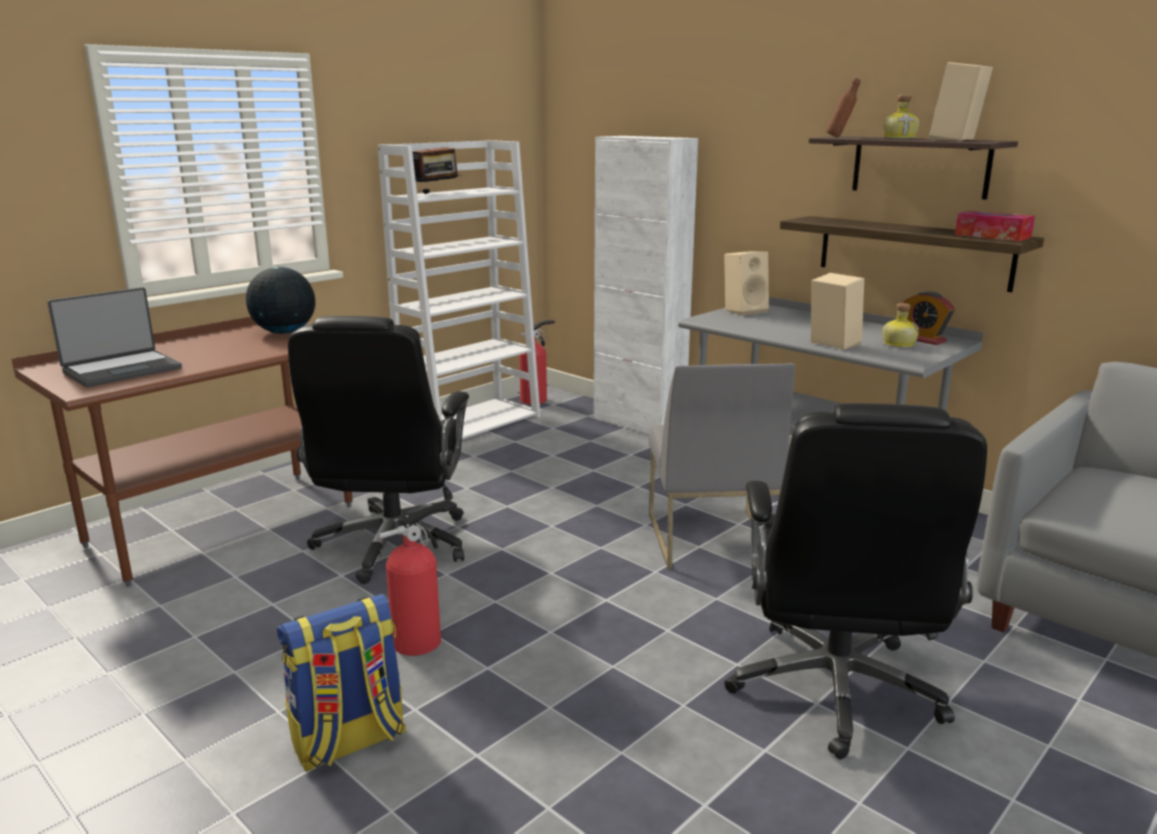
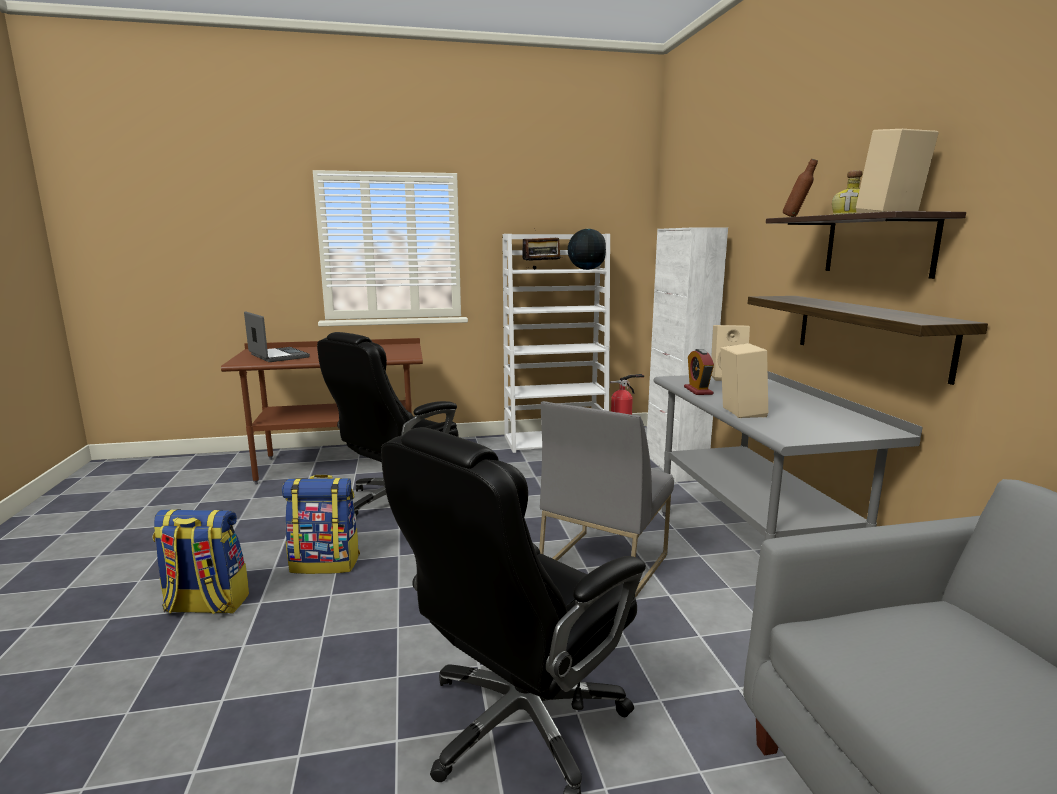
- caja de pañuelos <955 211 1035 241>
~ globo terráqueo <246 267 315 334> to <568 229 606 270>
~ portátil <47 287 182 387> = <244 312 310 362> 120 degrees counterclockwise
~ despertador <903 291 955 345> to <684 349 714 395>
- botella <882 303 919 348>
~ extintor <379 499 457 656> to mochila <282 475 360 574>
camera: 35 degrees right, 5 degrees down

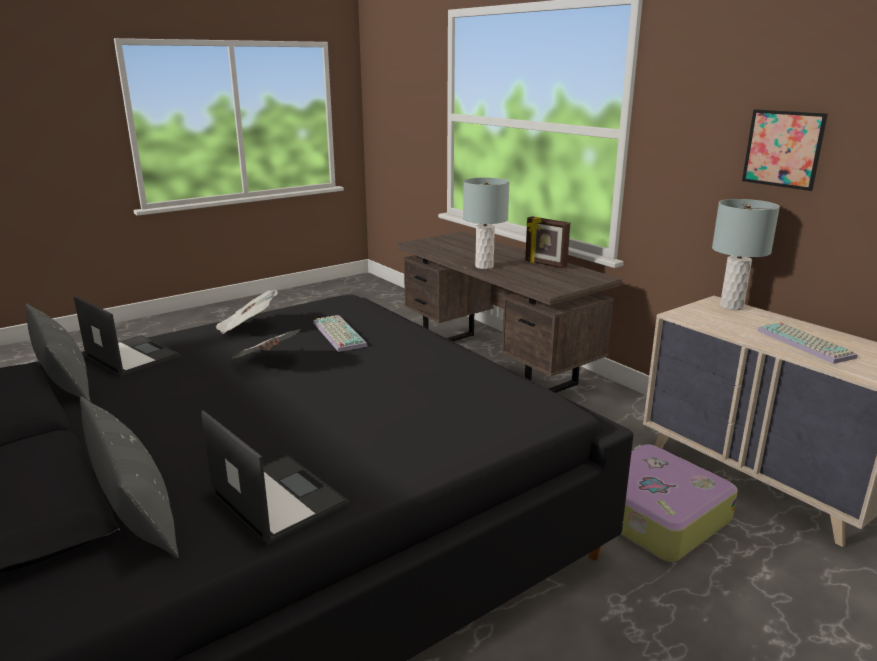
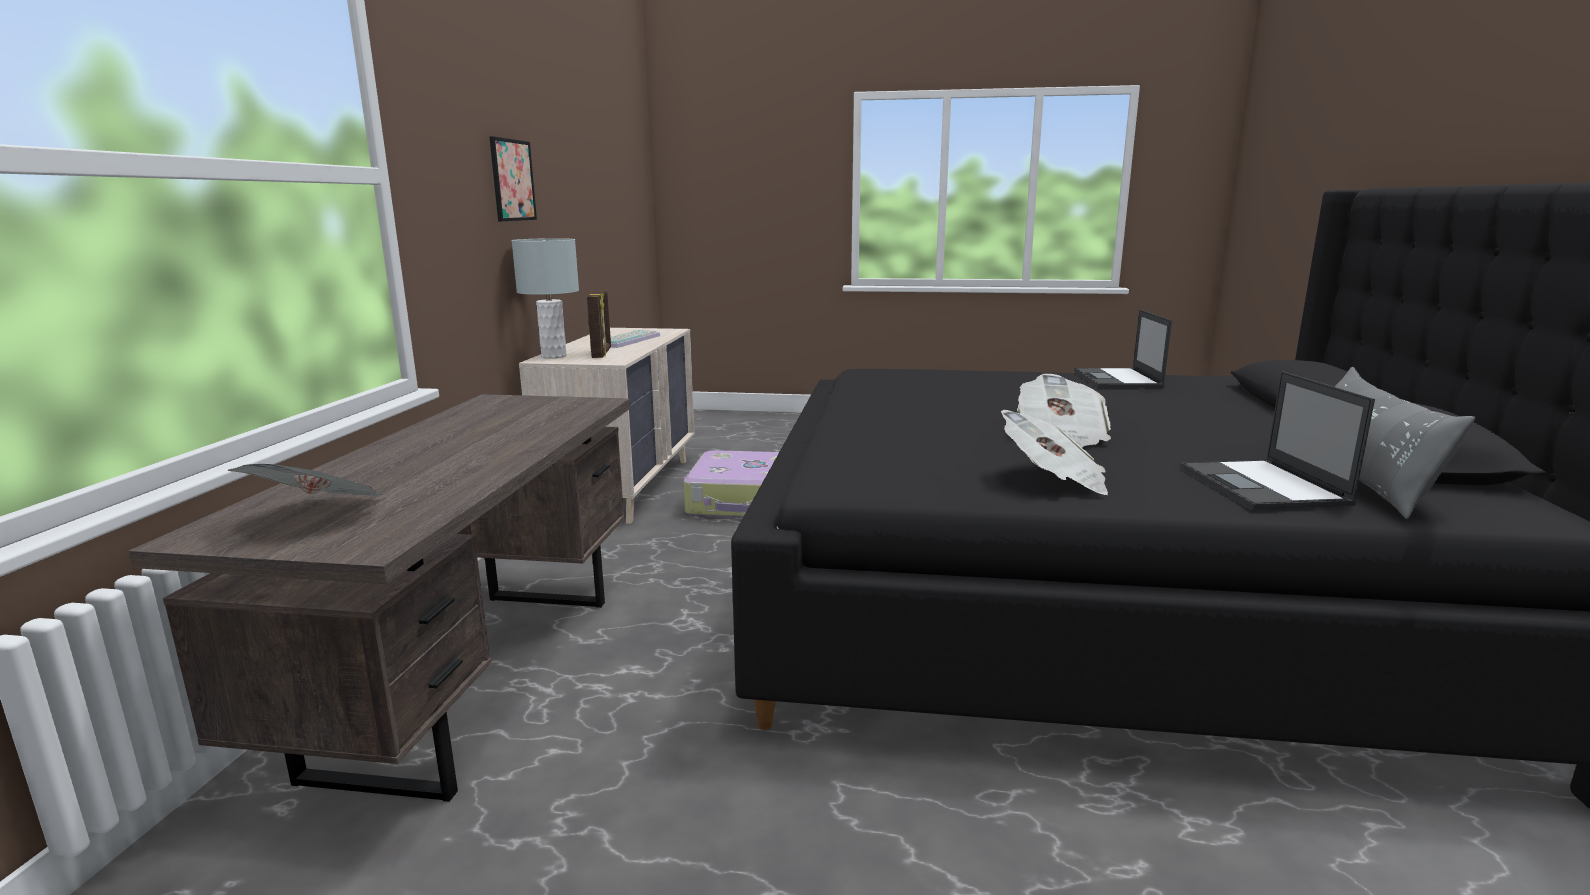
- lámpara de mesa/gris <463 177 510 269>
~ portarretratos <525 216 570 268> to <587 290 611 358>
- teclado <313 315 368 352>
- cojín/gris <80 397 179 558>
+ periódico <227 464 384 496>
camera: 135 degrees left, 5 degrees down

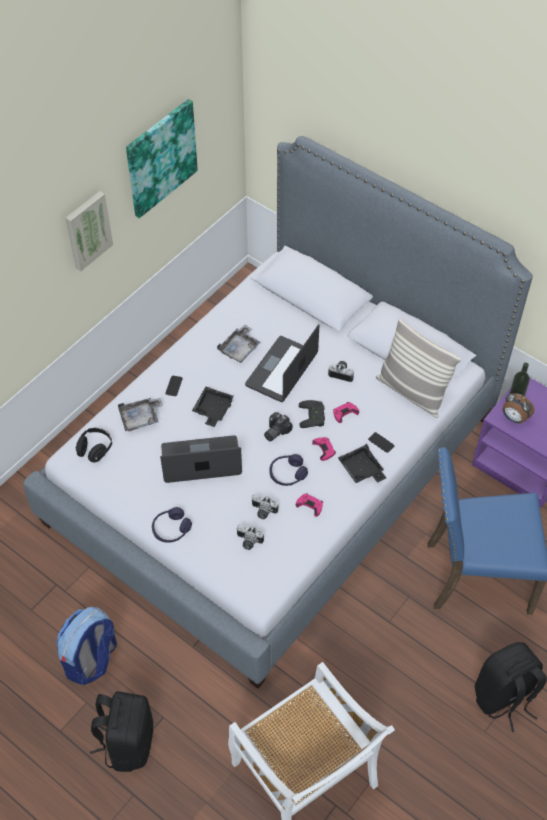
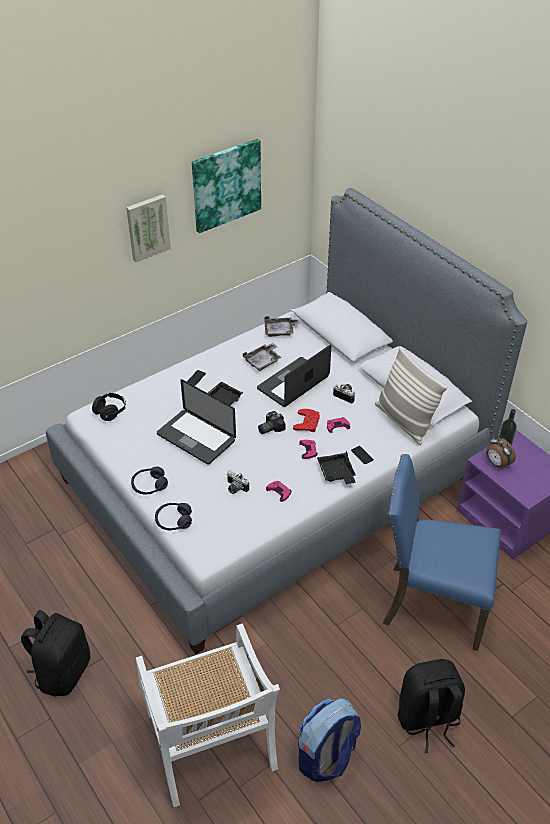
~ bandeja/gris <118 398 163 431> to <264 316 300 337>
~ mando de consola/negro <299 400 325 428> to mando de consola/rojo <293 409 320 432>
~ portátil <160 435 242 483> = <157 379 236 465> 150 degrees counterclockwise
~ auriculares/morado <269 454 308 486> to <155 503 192 531>
- cámara <237 524 264 550>
~ mochila <56 607 117 685> to <298 698 361 782>
camera: 15 degrees right, 10 degrees down

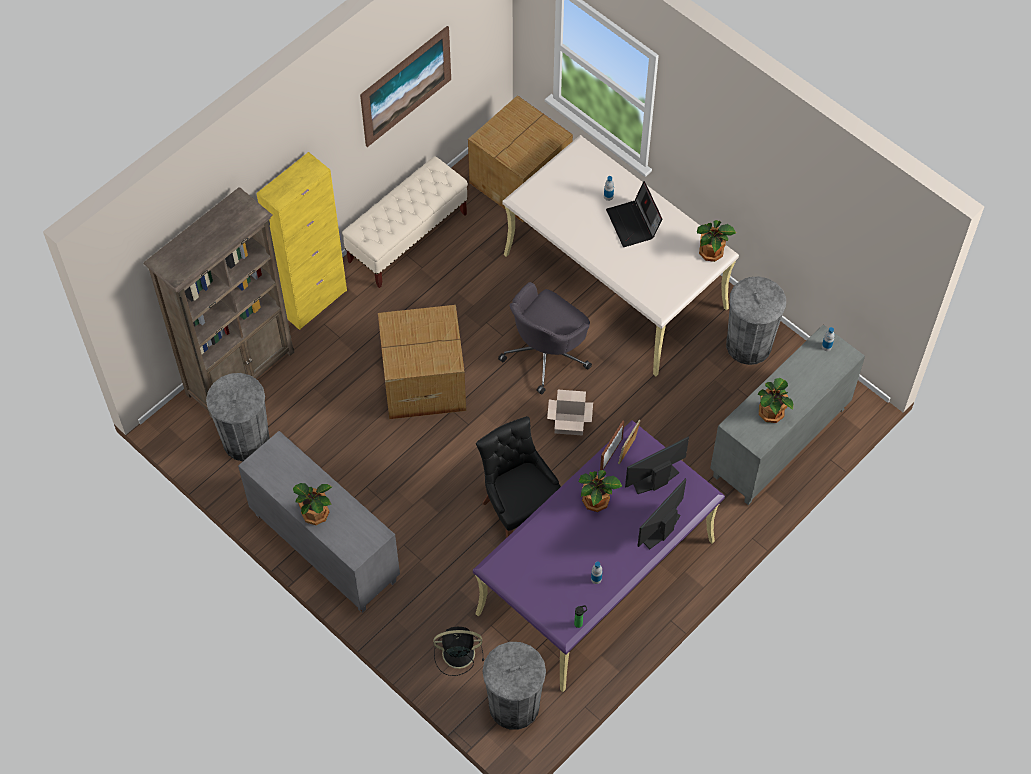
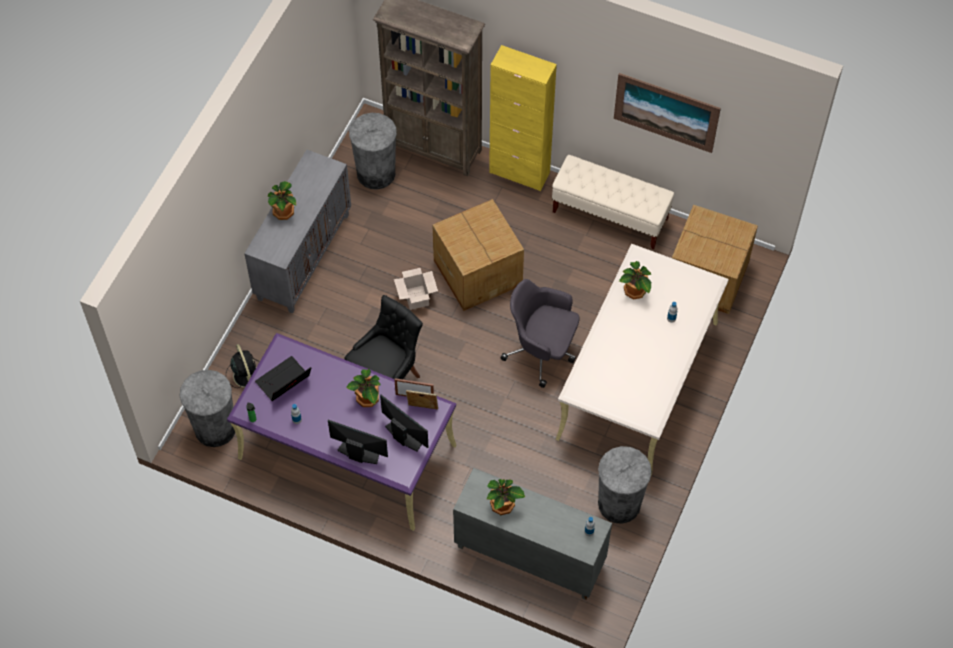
~ portátil <606 181 662 247> to <255 356 311 401>
~ planta en maceta <697 220 736 262> to <619 261 651 299>
~ caja de cartón <547 390 593 436> to <394 268 438 310>
camera: 70 degrees right, 0 degrees up

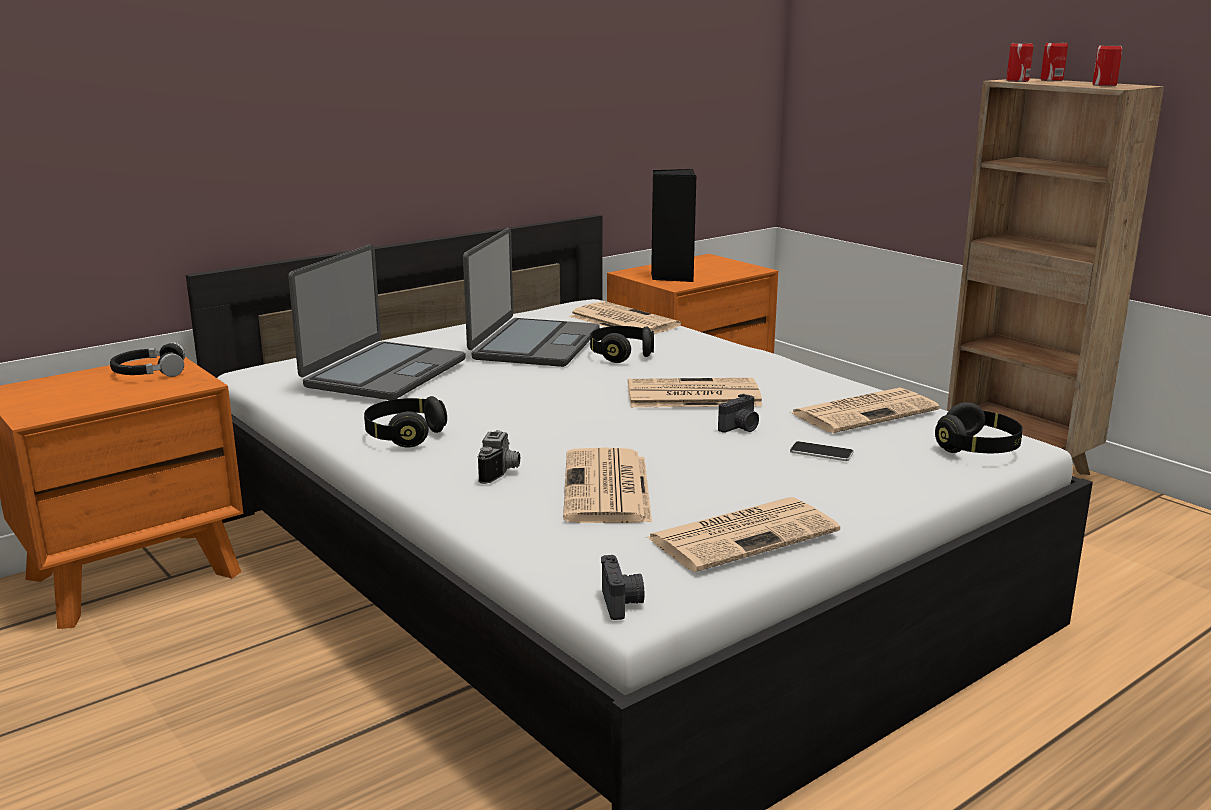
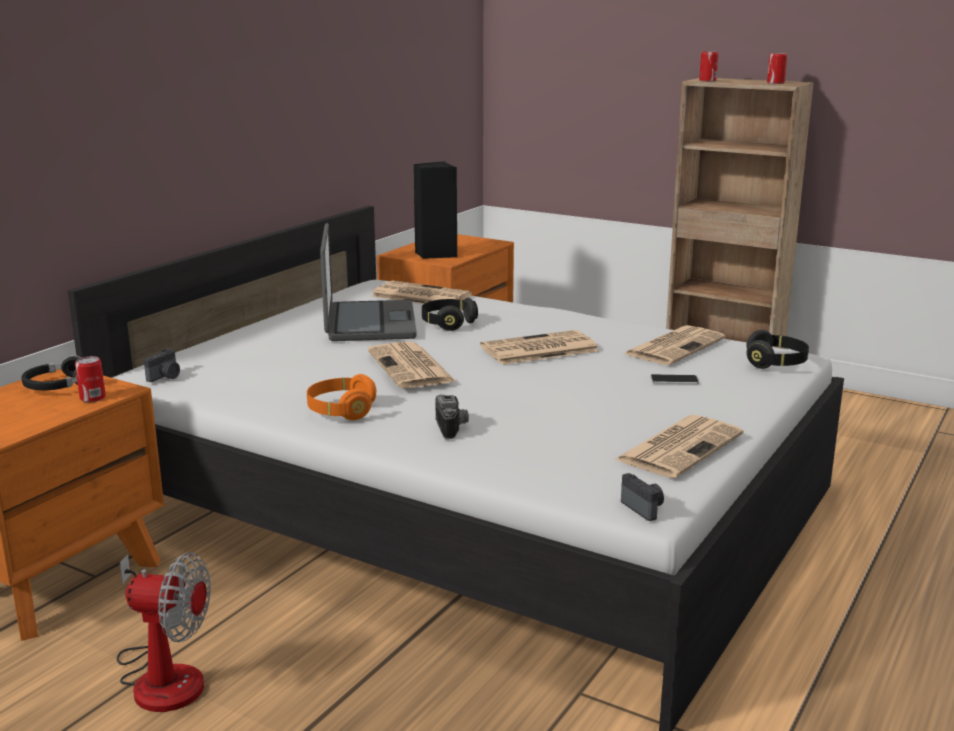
~ lata <1041 42 1068 81> to <75 356 106 402>
- portátil <288 244 466 400>
~ cámara <718 394 759 433> to <144 349 180 382>
~ auriculares/negro <364 396 447 448> to auriculares/naranja <307 374 376 420>
~ periódico <563 447 652 523> to <368 342 456 388>
+ ventilador <117 552 211 712>
camera: 20 degrees left, 0 degrees up

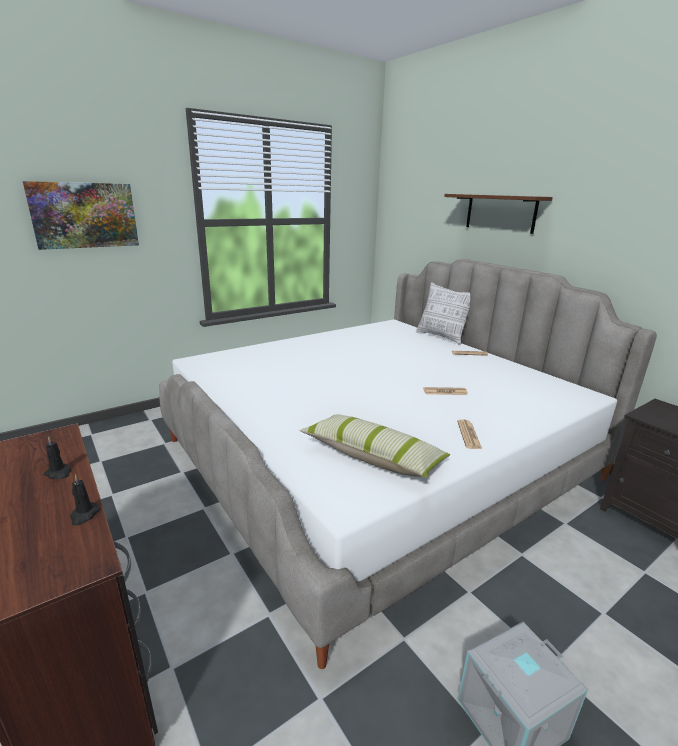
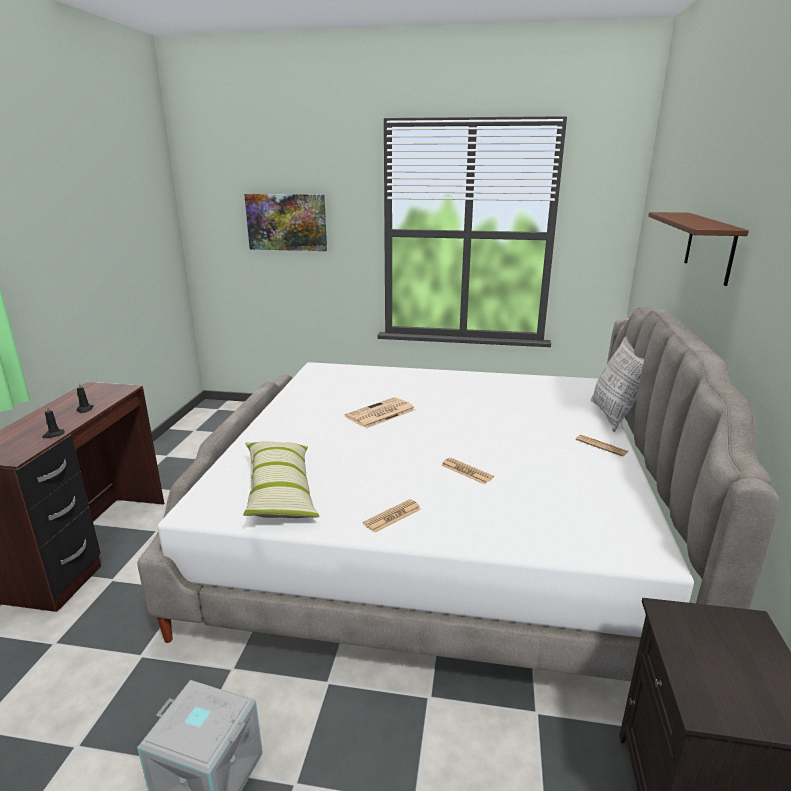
+ periódico <345 397 416 429>
camera: 45 degrees right, 0 degrees up

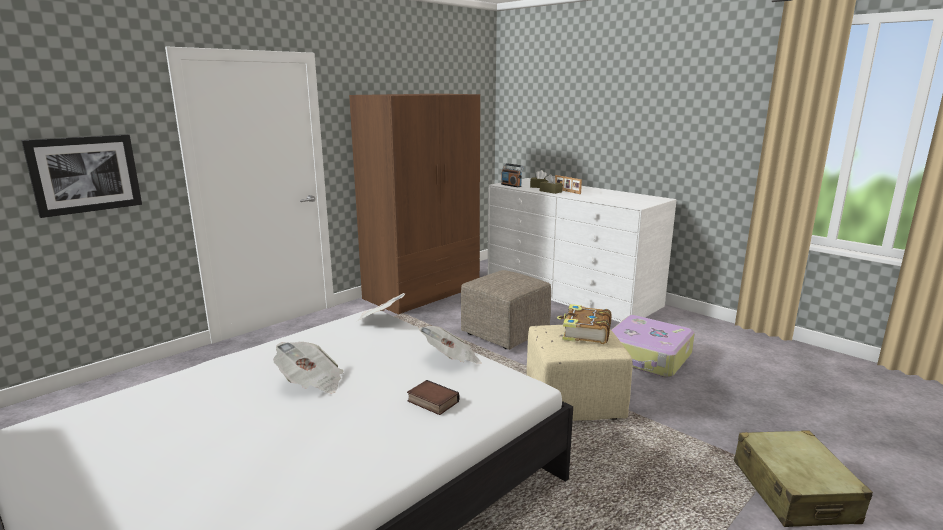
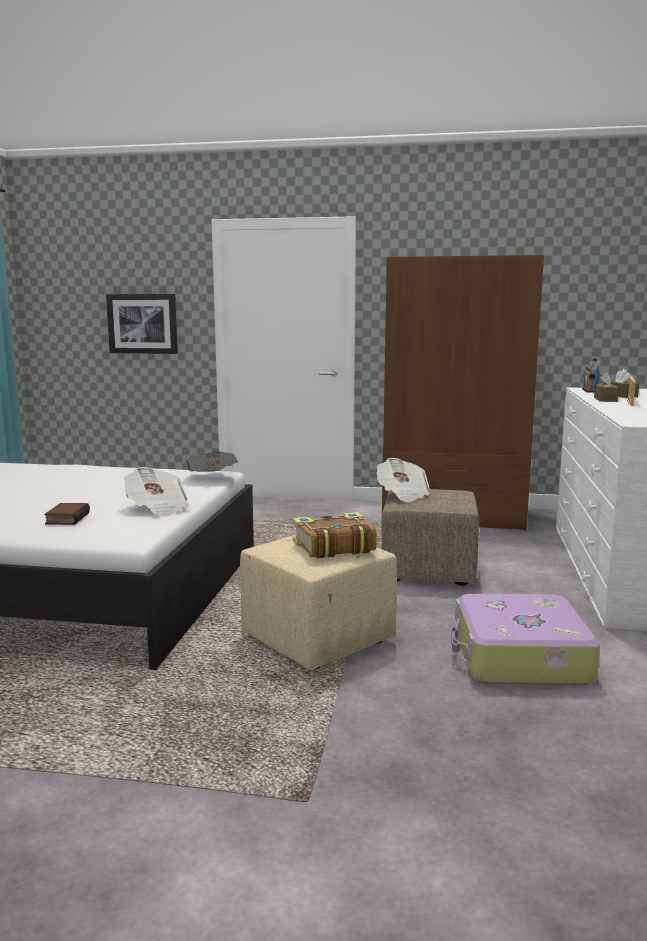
~ periódico <273 342 343 393> to <377 458 430 502>
- maleta/beis <734 430 873 527>
camera: 55 degrees right, 5 degrees down

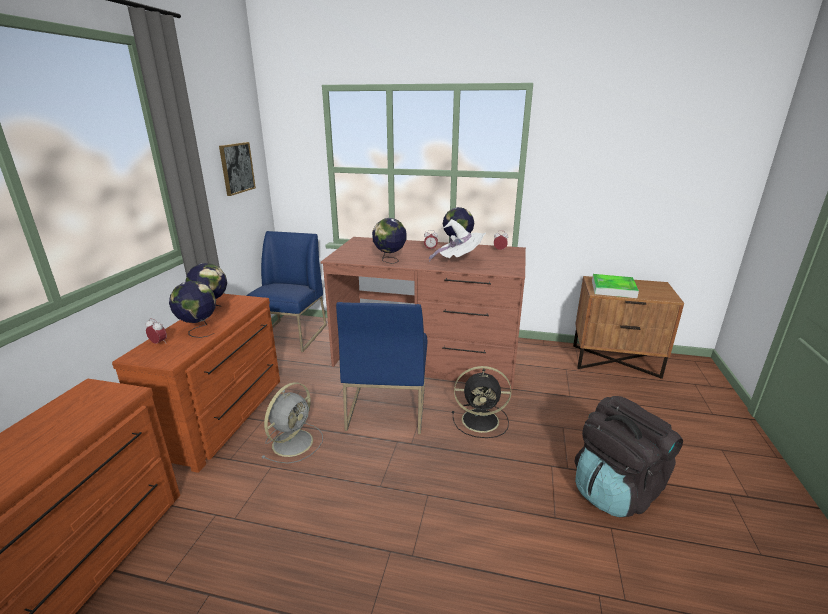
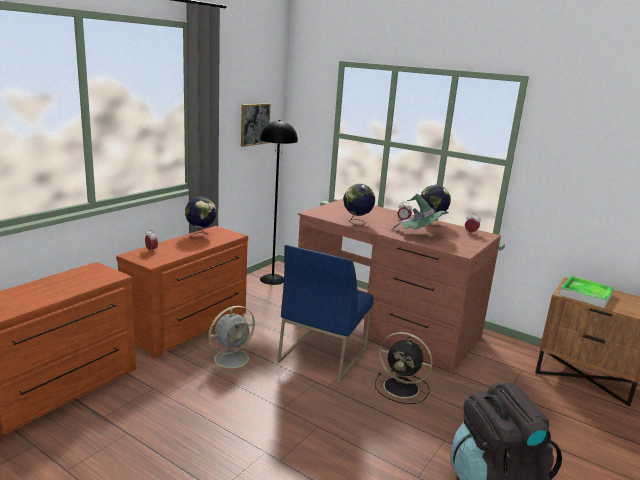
~ sombrero/blanco <429 219 486 262> to sombrero/verde <392 194 449 230>
~ silla/azul <246 231 327 352> to lámpara de pie/negro <260 120 298 285>
- globo terráqueo <169 281 216 338>
camera: 20 degrees right, 5 degrees down

